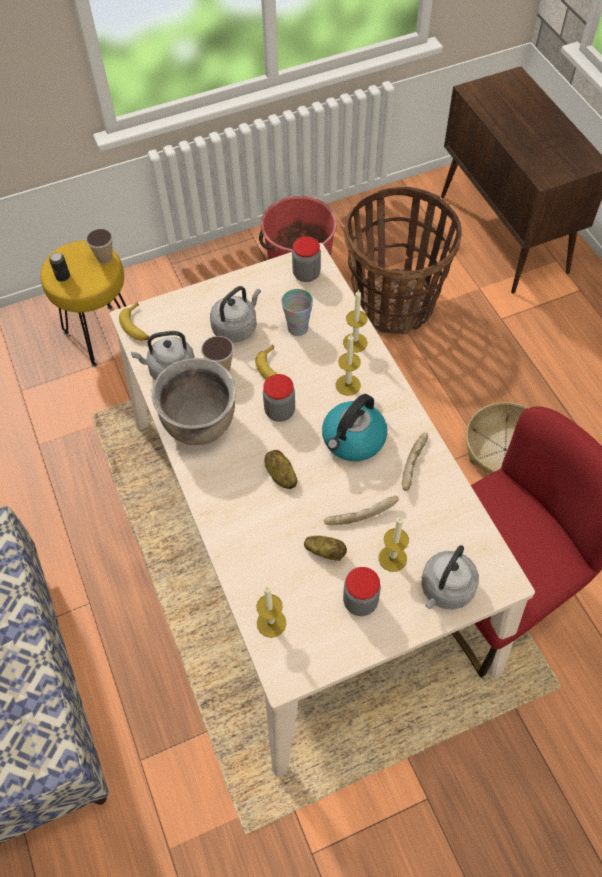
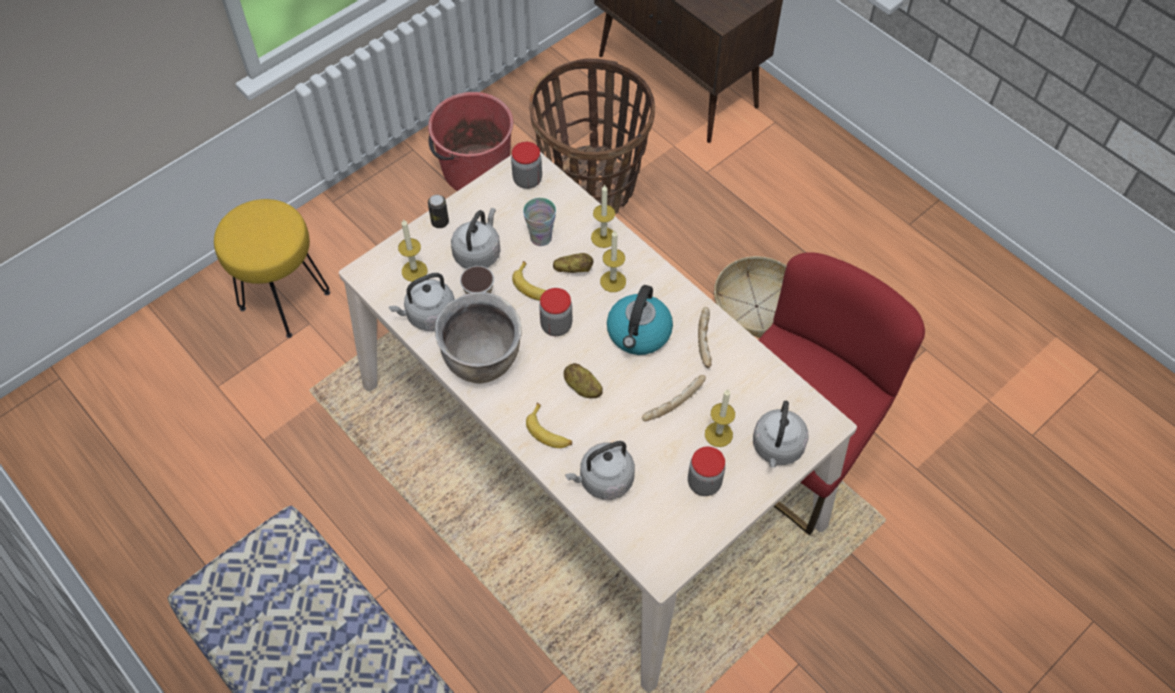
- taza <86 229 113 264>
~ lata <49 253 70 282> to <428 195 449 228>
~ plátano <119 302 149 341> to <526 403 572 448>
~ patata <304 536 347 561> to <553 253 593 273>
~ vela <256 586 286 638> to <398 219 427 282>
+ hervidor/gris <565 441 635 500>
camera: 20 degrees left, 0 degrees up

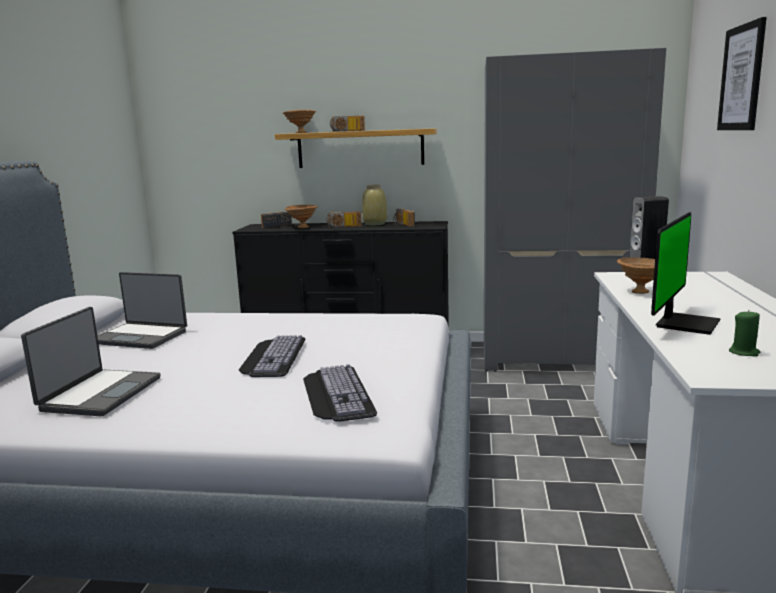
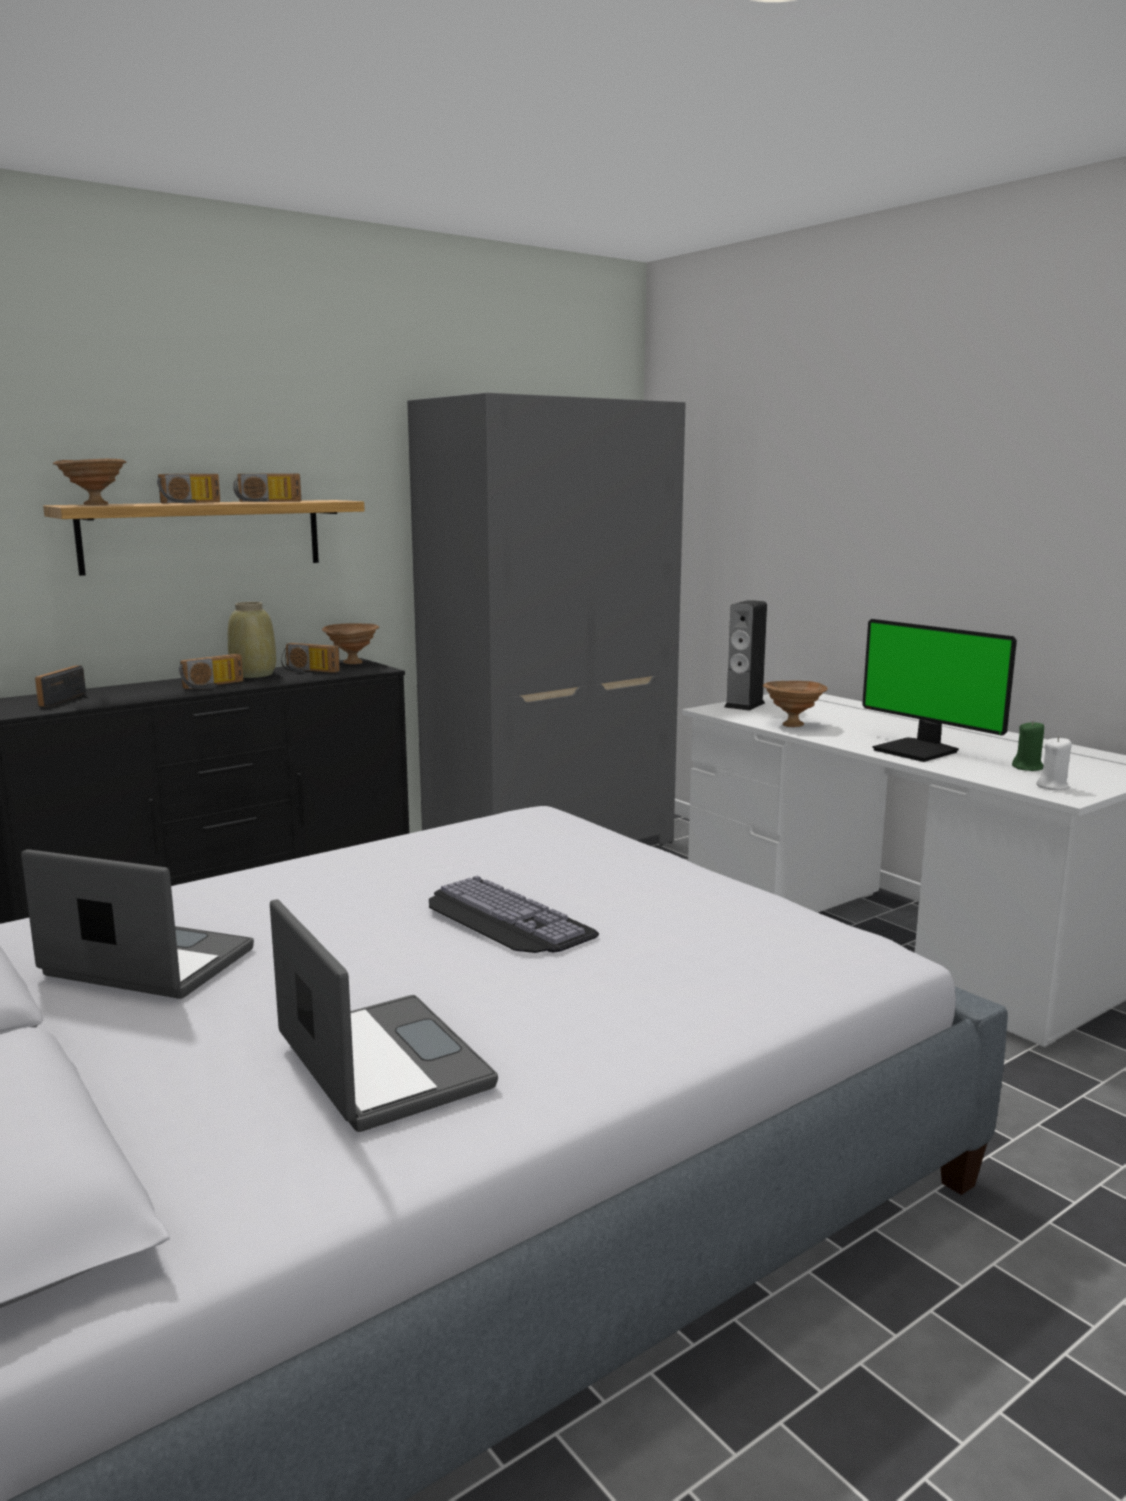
- cuadro <717 17 767 130>
~ cuenco/marrón <285 205 318 228> to <322 623 379 664>
~ monitor <651 212 721 335> = <862 619 1017 762> 150 degrees clockwise
~ portátil <97 272 187 349> = <21 849 254 999> 135 degrees counterclockwise
- teclado <303 364 377 422>
+ radio <233 474 301 502>
+ vela/blanco <1036 737 1072 790>
camera: 45 degrees left, 0 degrees up

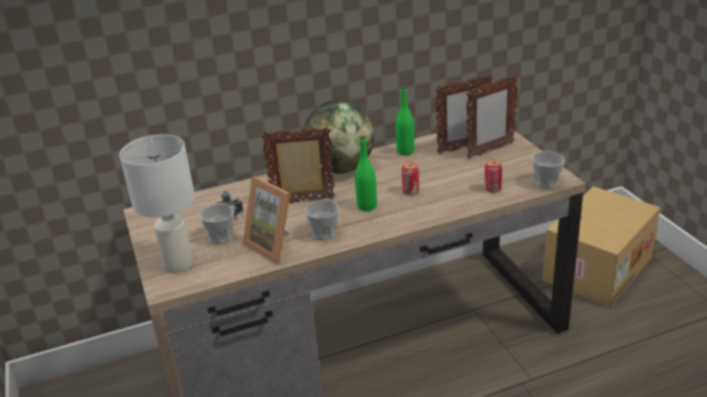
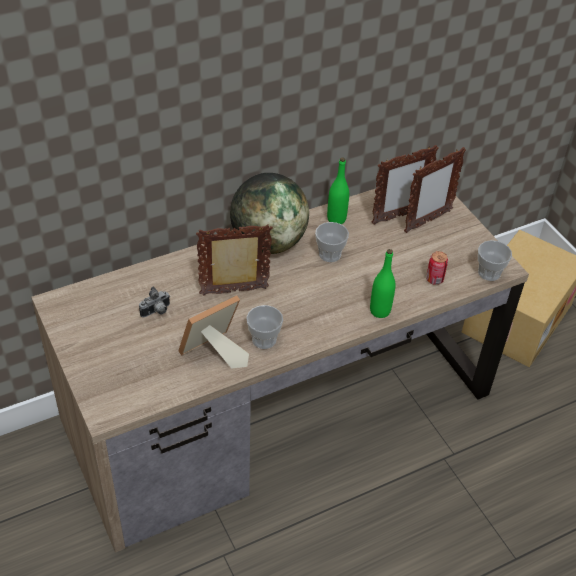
- lámpara de mesa/blanco <119 134 195 273>
~ botella/verde <355 136 377 211> to <370 249 396 318>
- lata <402 162 419 195>
~ portarretratos <243 176 290 264> = <178 295 249 369> 105 degrees clockwise
~ taza <200 204 234 244> to <315 222 349 262>
camera: 10 degrees left, 15 degrees up

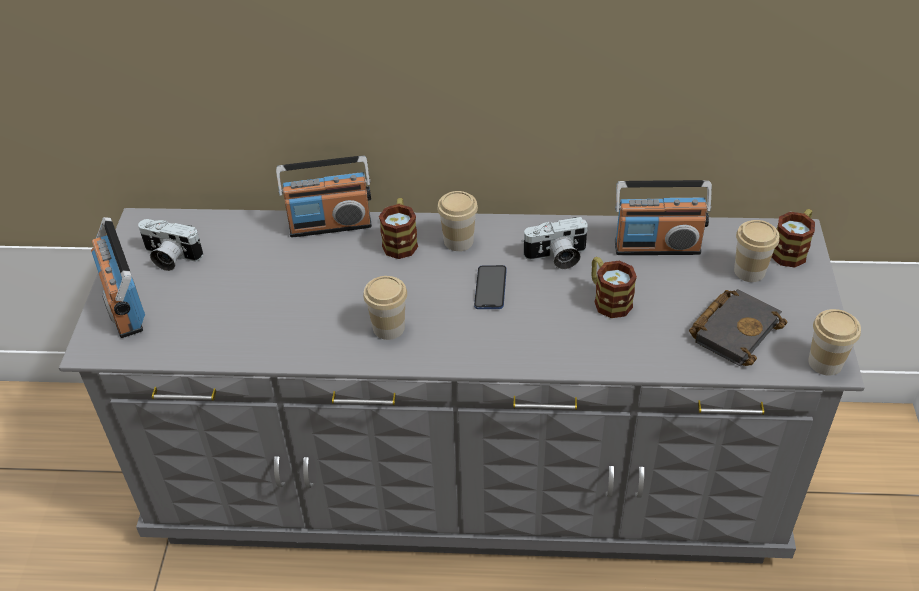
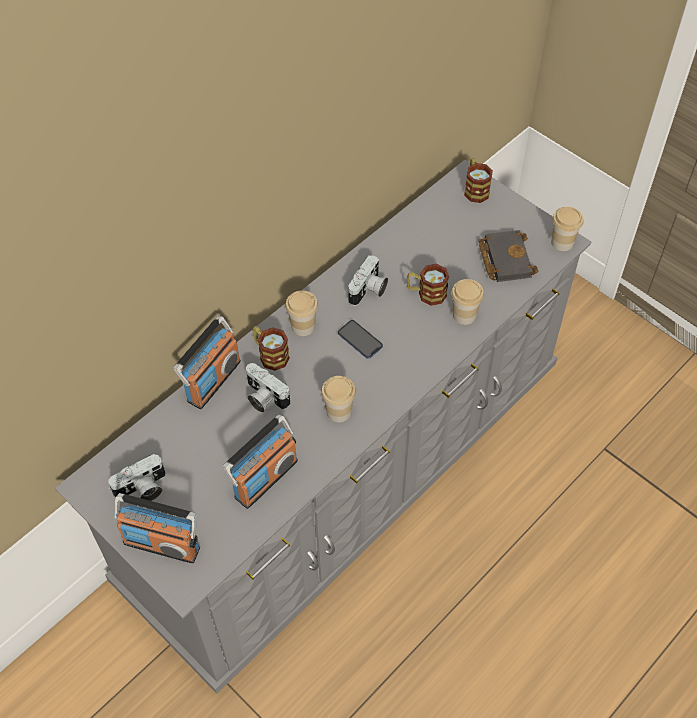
~ radio <615 180 712 255> to <223 414 298 509>
~ taza <734 220 779 282> to <451 279 484 325>
+ cámara <246 363 290 413>
camera: 50 degrees left, 10 degrees up

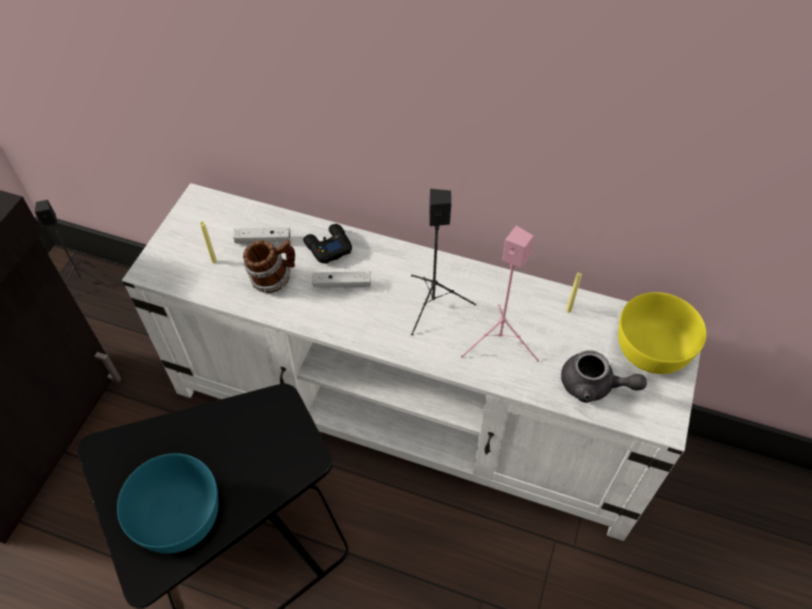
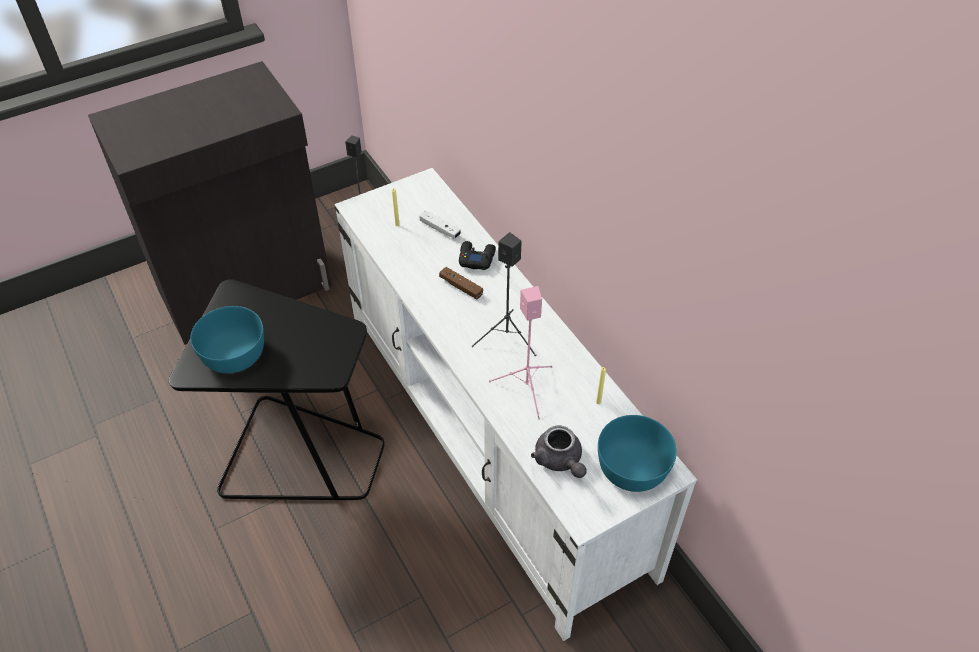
- taza grande <243 240 295 293>
~ mando de consola/blanco <312 271 371 288> to mando de consola/marrón <439 267 483 299>
~ cuenco/amarillo <618 292 706 374> to cuenco/turquesa <598 415 677 492>
camera: 40 degrees right, 5 degrees down

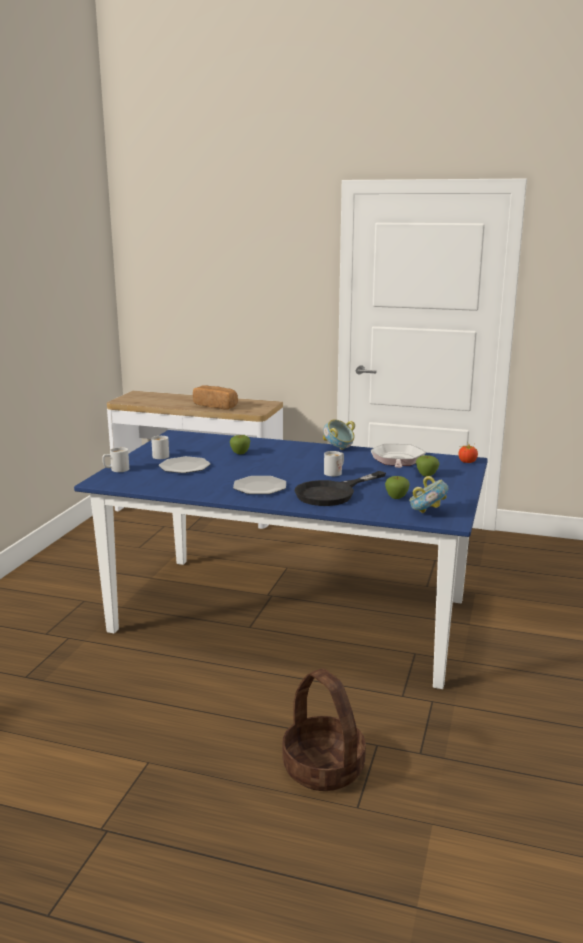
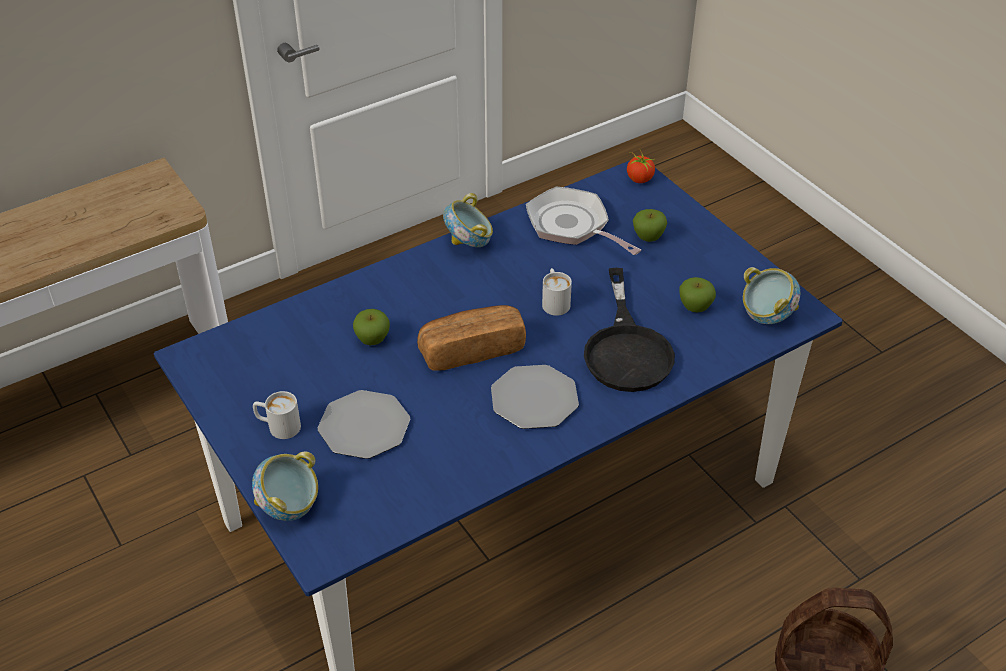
~ pan <193 385 238 409> to <417 305 526 371>
~ taza grande/blanco <102 447 129 472> to cuenco <252 452 318 521>
camera: 50 degrees left, 25 degrees up

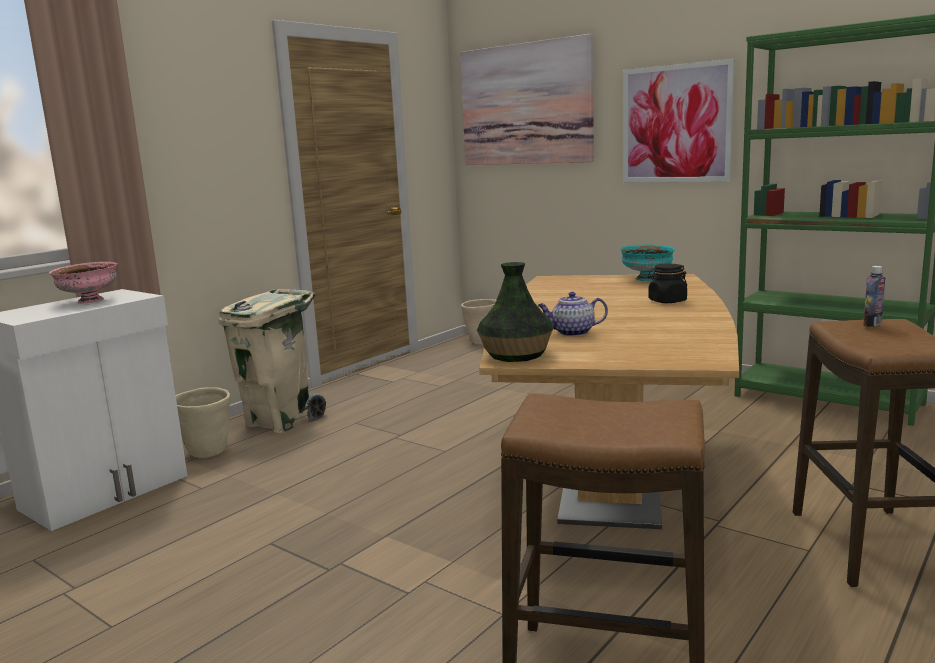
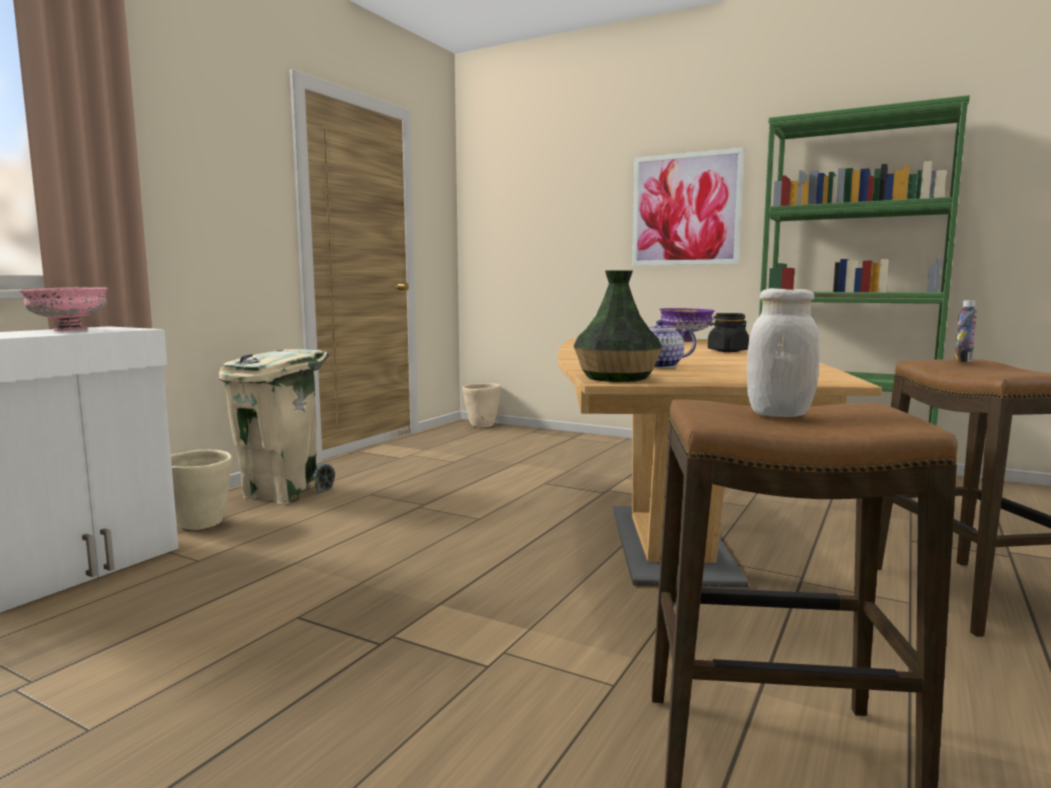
- cuadro <460 34 594 165>
~ cuenco/turquesa <620 244 675 281> to cuenco/morado <659 308 715 342>
+ tarro/blanco <747 288 819 417>
camera: 10 degrees left, 5 degrees down

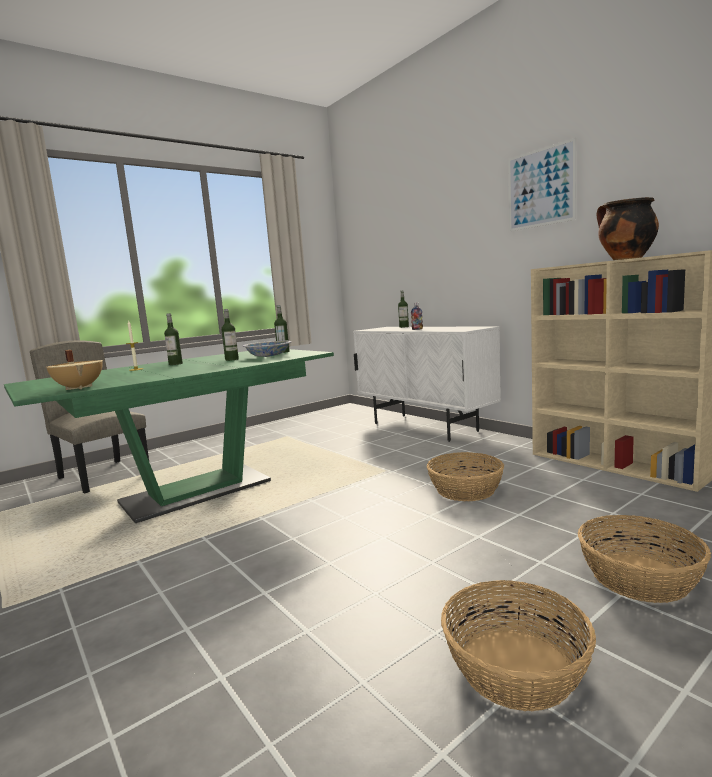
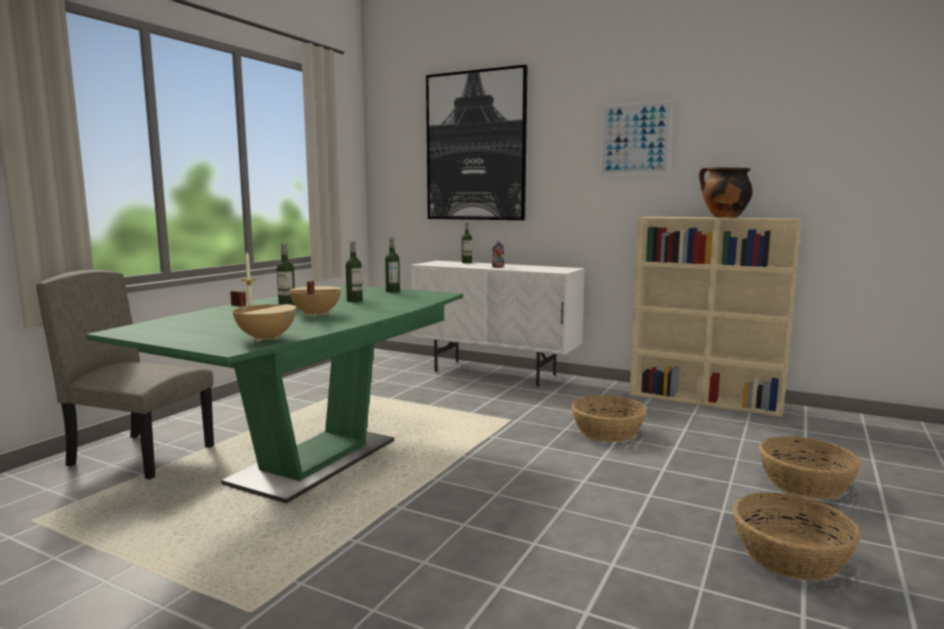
- cuenco <243 341 291 357>
+ cuadro <426 65 528 220>
+ olla/beis <289 280 341 317>
camera: 25 degrees left, 0 degrees up

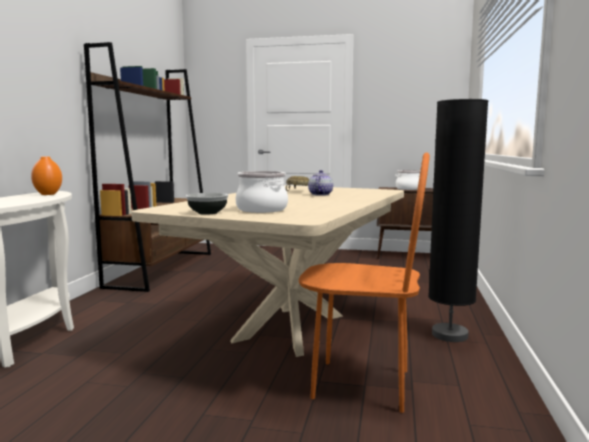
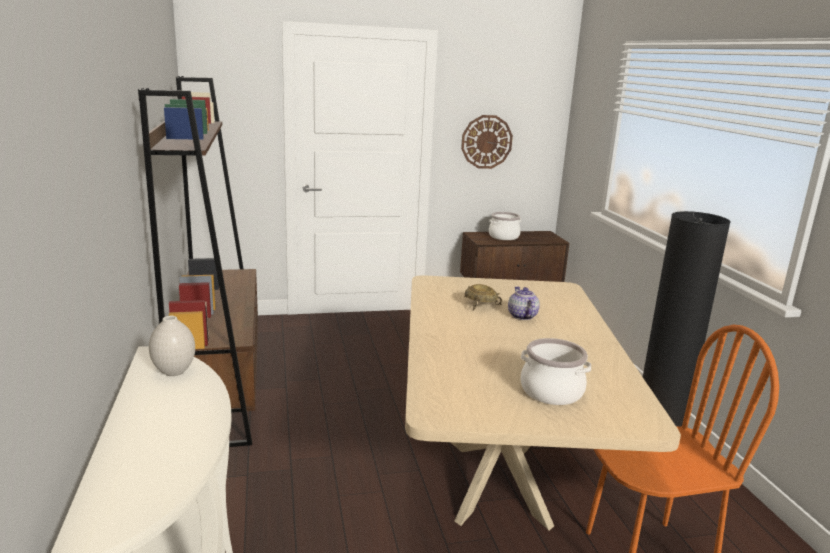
~ florero/naranja <31 156 62 195> to florero/blanco <149 316 195 376>
- cuenco <186 193 228 215>
+ reloj de pared <461 115 513 169>
camera: 25 degrees left, 10 degrees up

